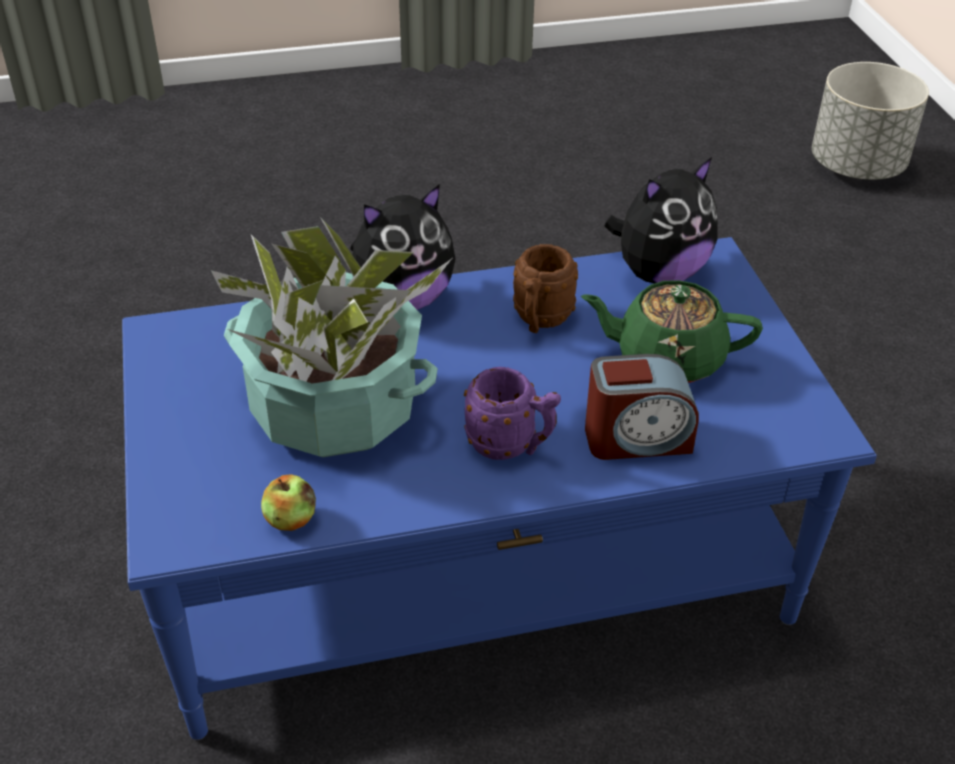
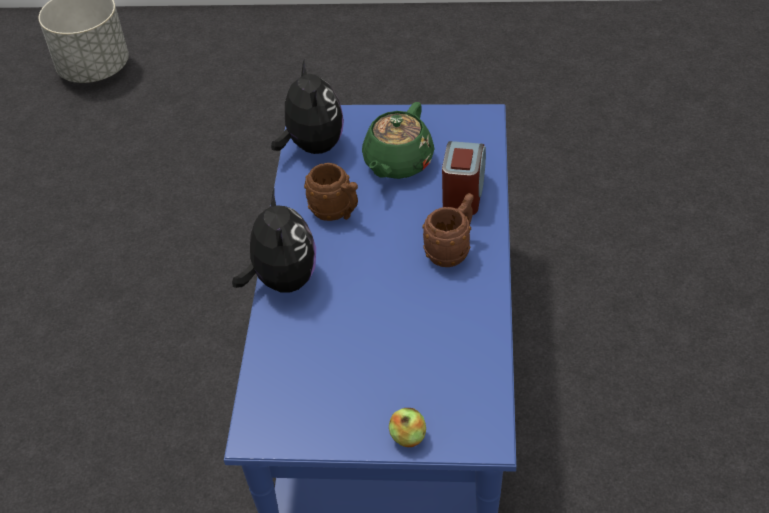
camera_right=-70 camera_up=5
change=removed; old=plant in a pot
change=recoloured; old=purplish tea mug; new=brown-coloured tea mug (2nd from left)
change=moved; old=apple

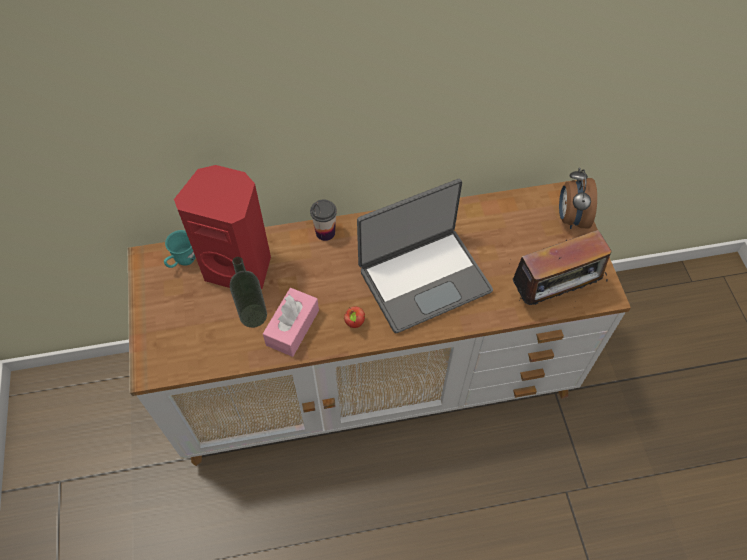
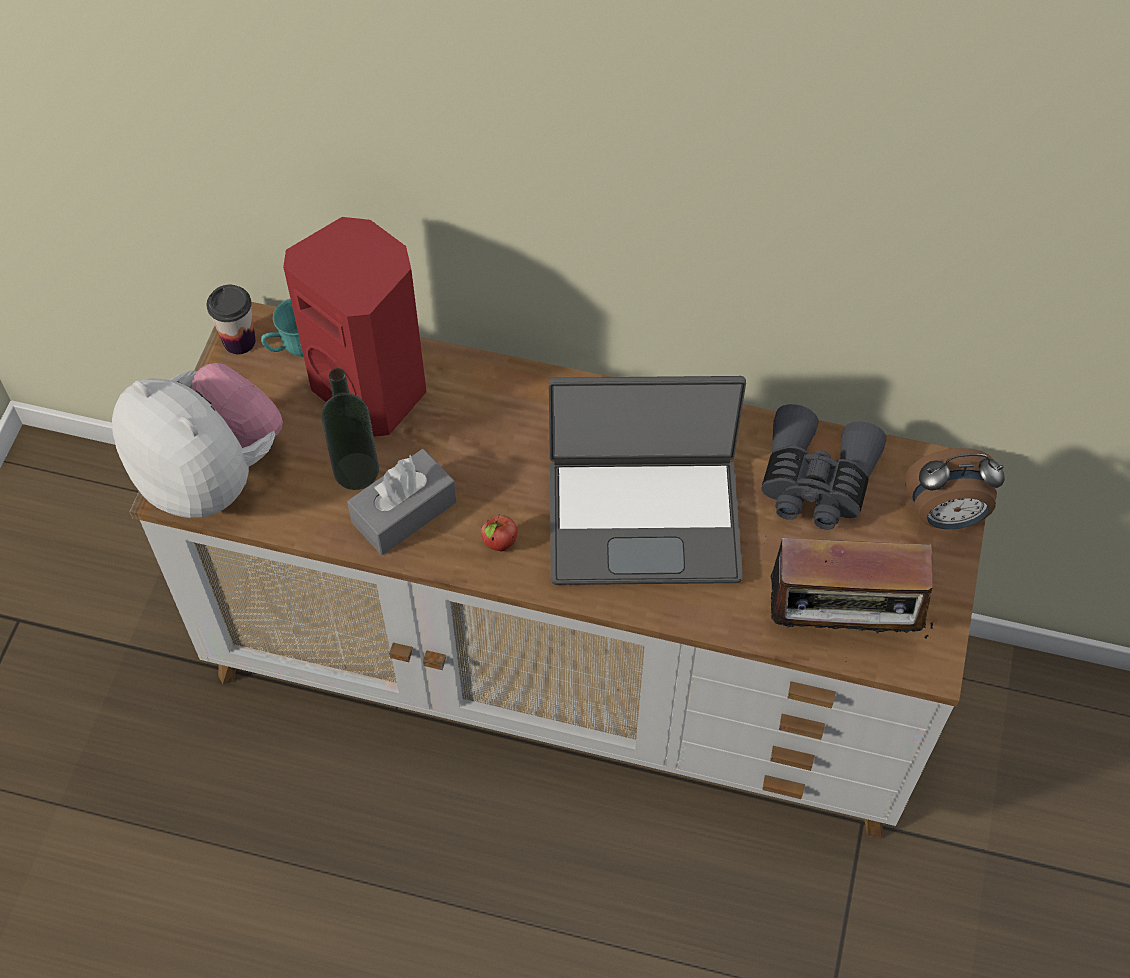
camera_right=25 camera_up=0
change=turned; old=alarm clock; degrees=-120
change=moved; old=small cup
change=recoloured; old=pink tissue holder; new=grey tissue holder
change=added; new=soft toy
change=added; new=grey field glasses

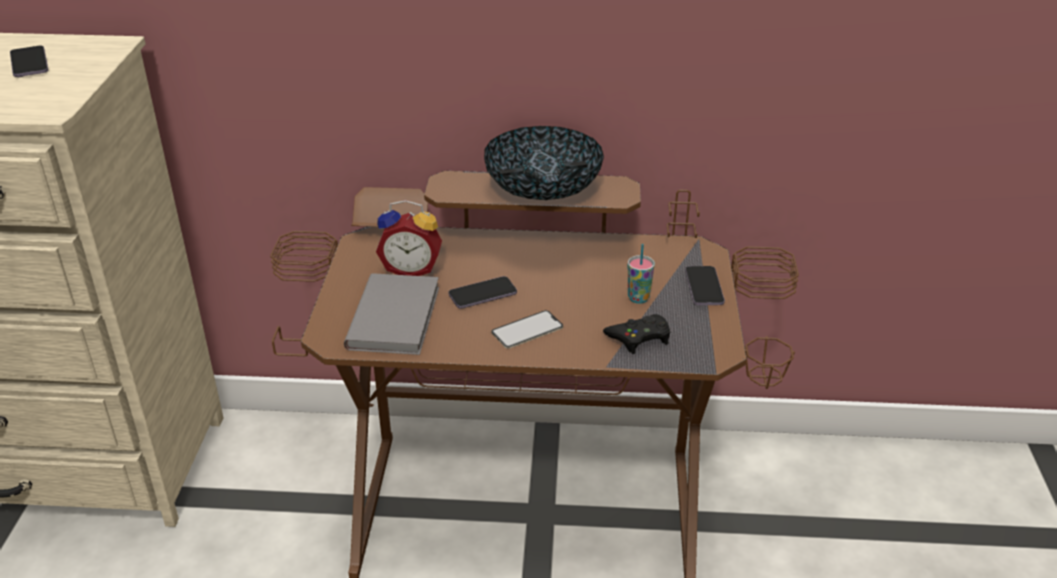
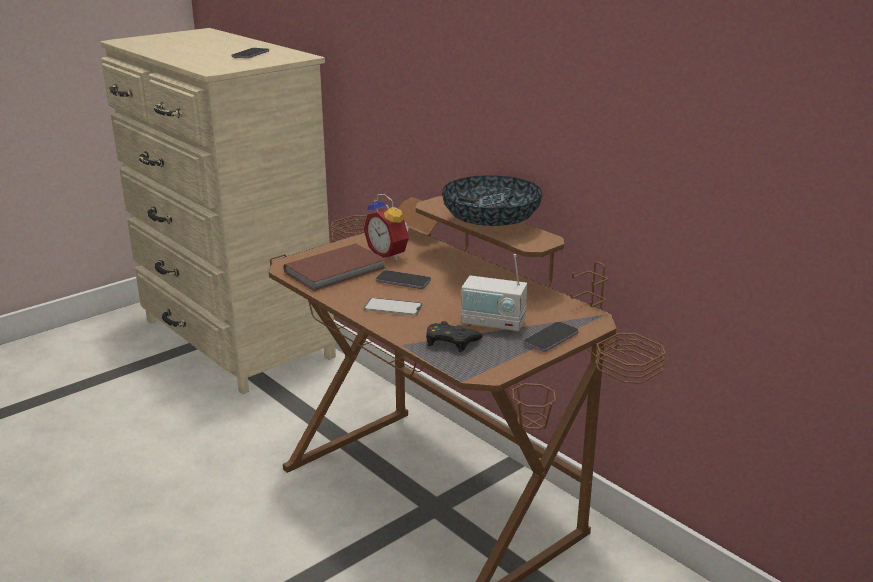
camera_right=45 camera_up=-10
change=replaced; old=small cup; new=radio
change=recoloured; old=grey bound book; new=brown-coloured bound book

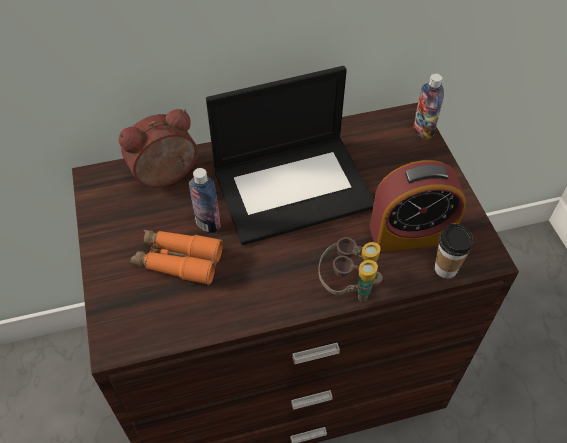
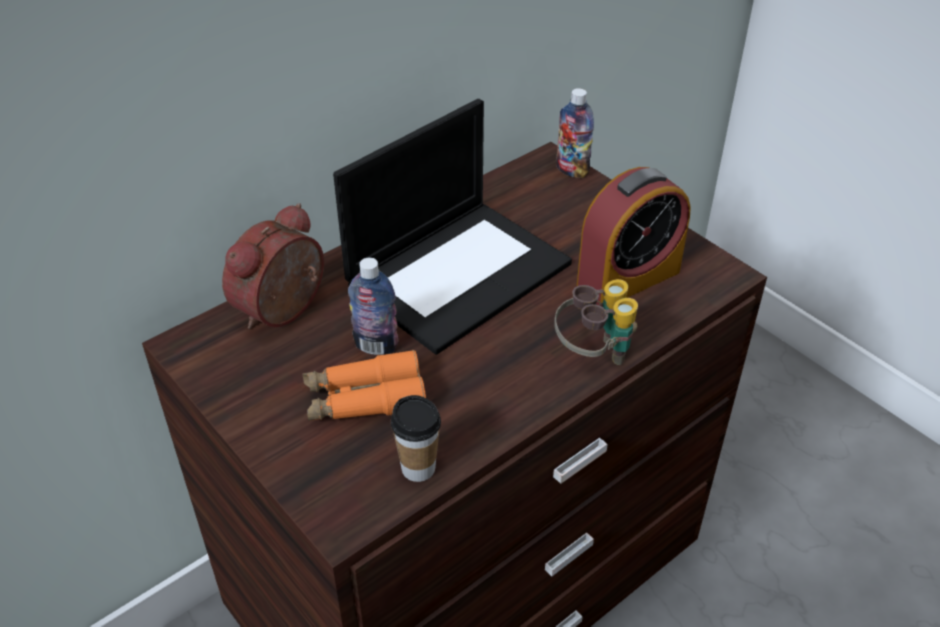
camera_right=-25 camera_up=-10
change=moved; old=small cup

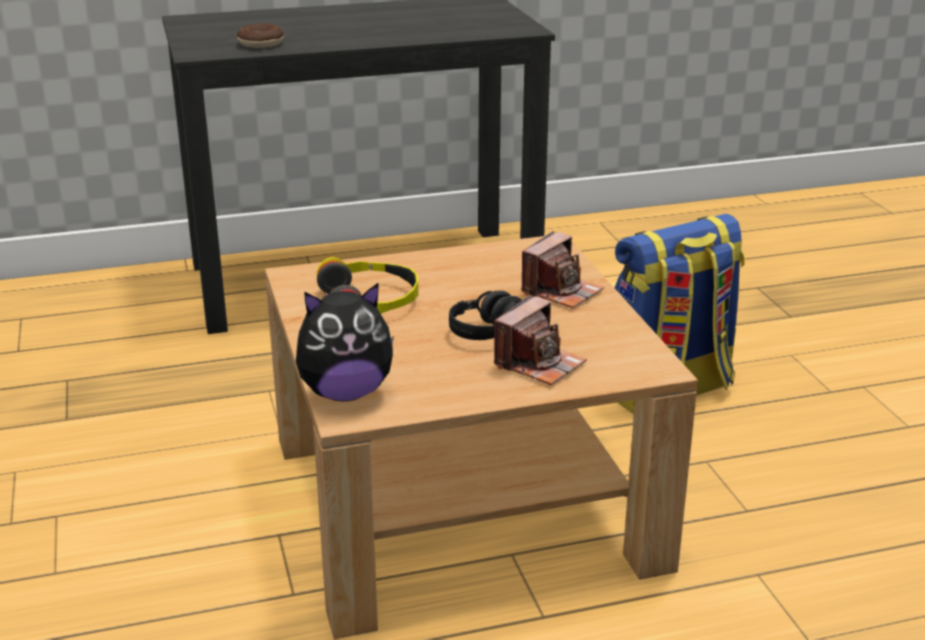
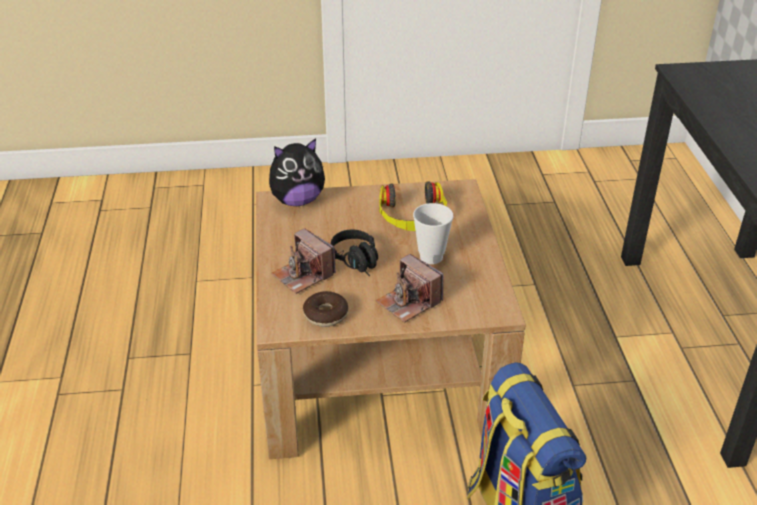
camera_right=100 camera_up=10
change=moved; old=ring doughnut
change=turned; old=soft toy; degrees=-105
change=added; new=small cup

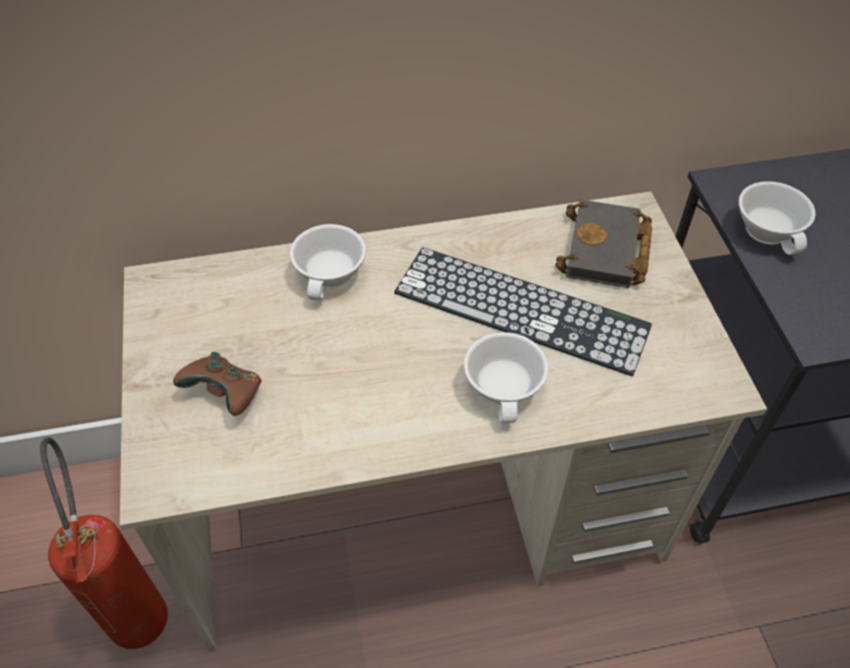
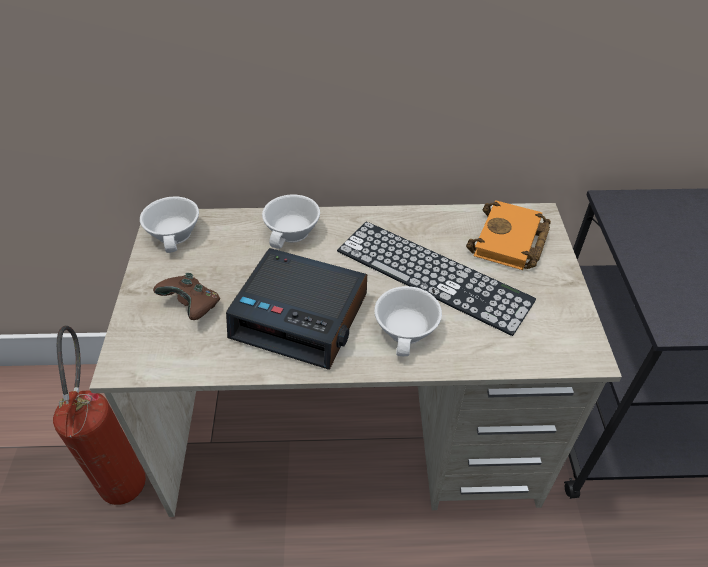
camera_right=10 camera_up=-5
change=moved; old=white small cup (3rd from left in the first image); new=white small cup (1st from left)
change=recoloured; old=black-coloured bound book; new=orangey bound book
change=added; new=alarm clock

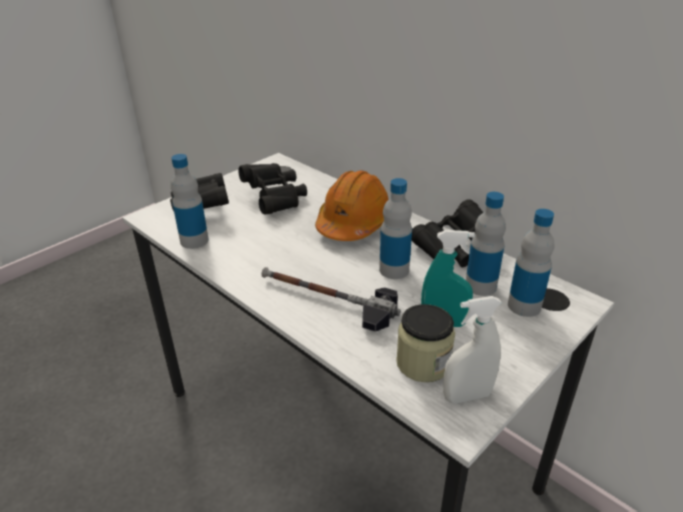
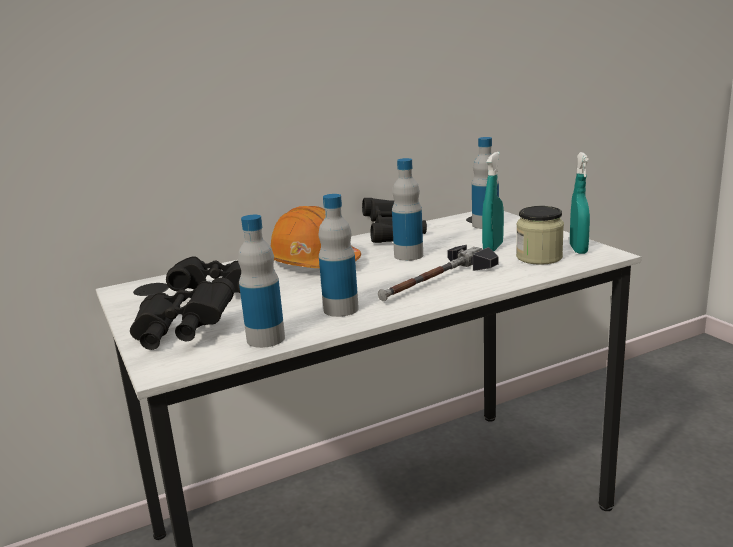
camera_right=-70 camera_up=-15
change=moved; old=beverage bottle (3rd from left in the first image); new=beverage bottle (2nd from left)
change=recoloured; old=white hand sprayer; new=turquoise-coloured hand sprayer (2nd from left)

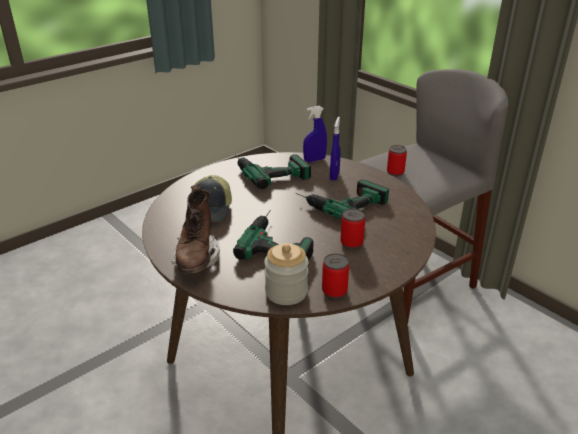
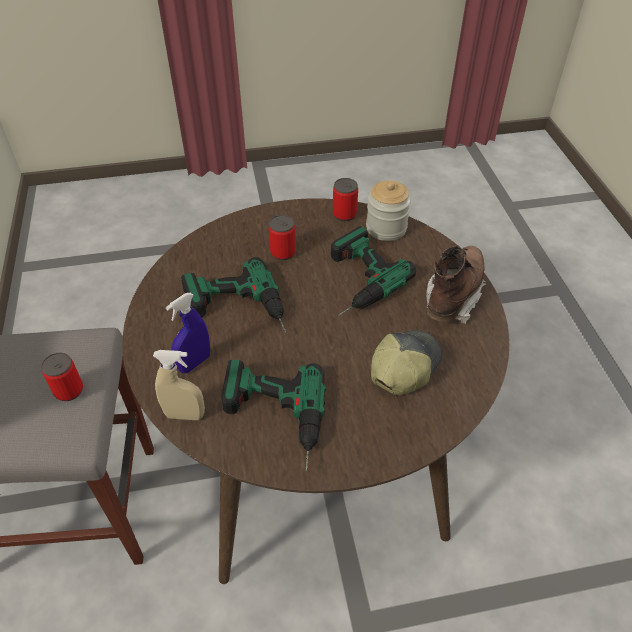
camera_right=-150 camera_up=15
change=recoloured; old=blue hand sprayer (1st from left); new=beige hand sprayer

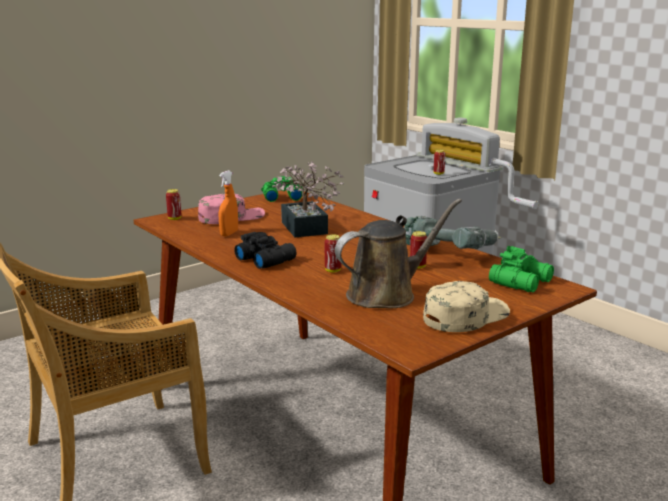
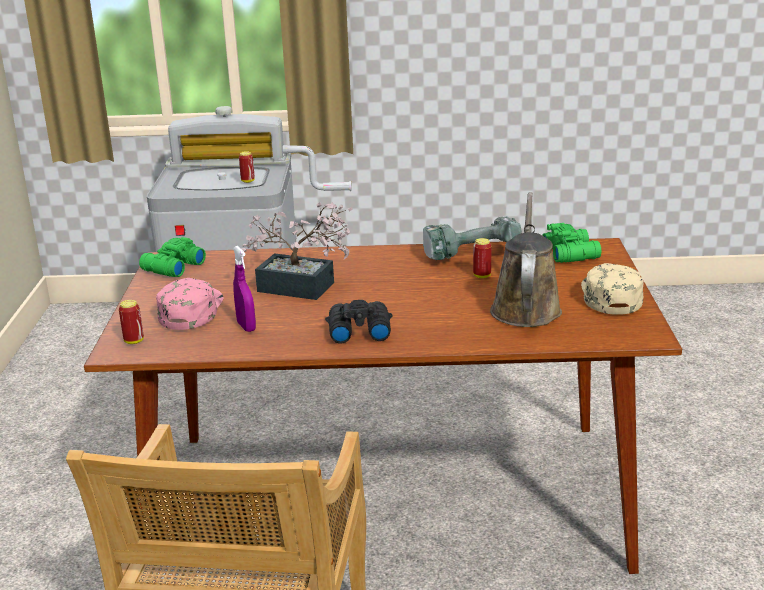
camera_right=-50 camera_up=5
change=recoloured; old=orangey hand sprayer; new=purplish hand sprayer
change=removed; old=sealed can (2nd from left)

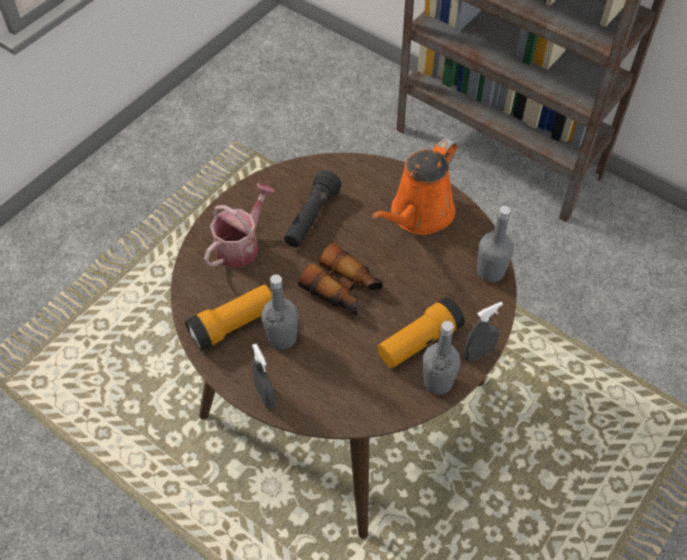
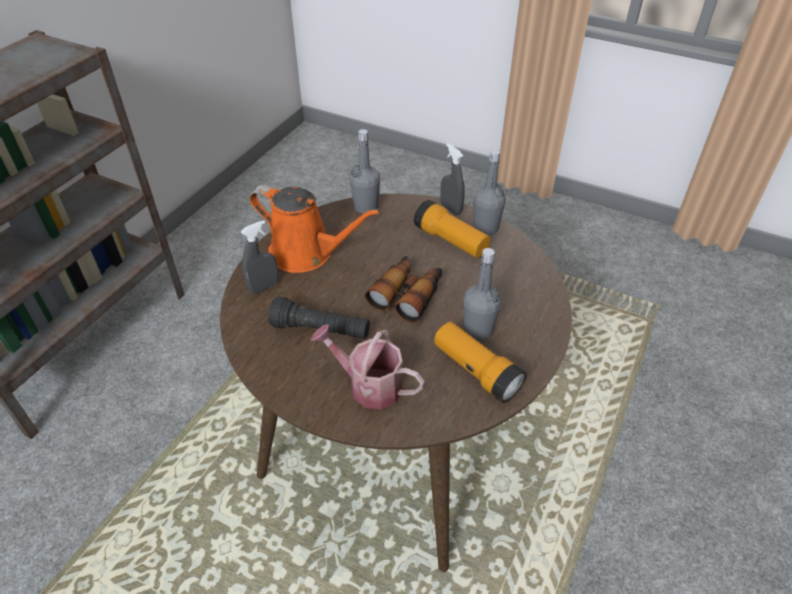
camera_right=-100 camera_up=-10
change=moved; old=grey hand sprayer (1st from left)

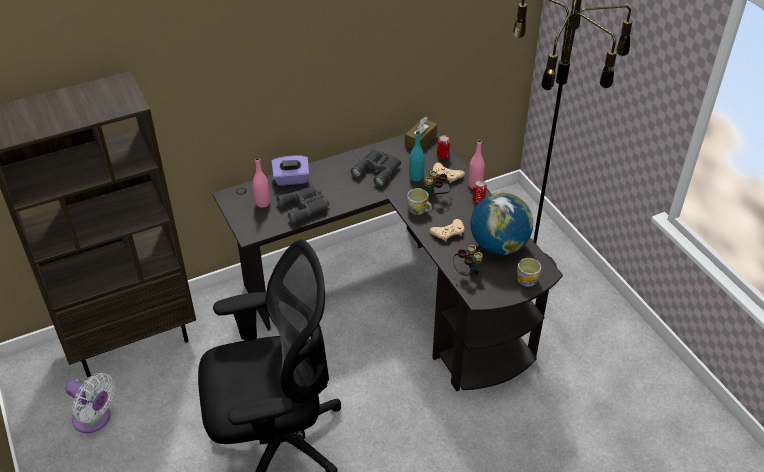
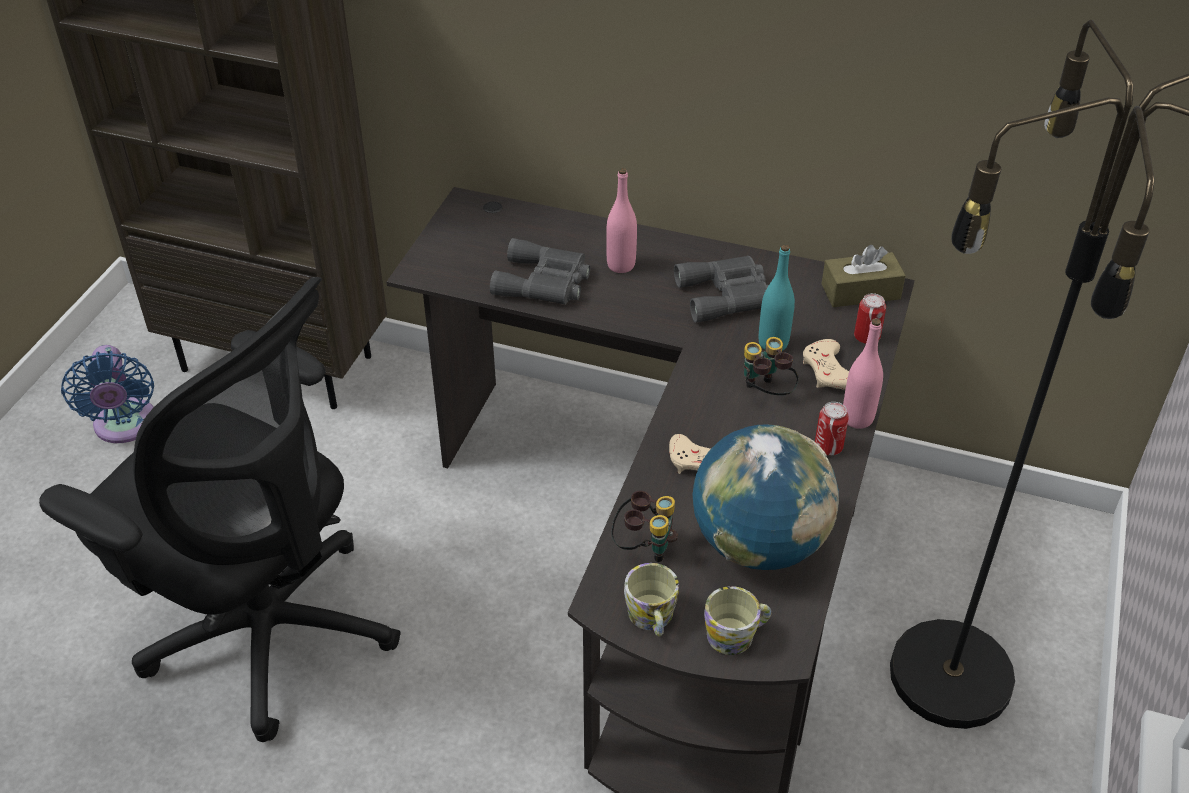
camera_right=45 camera_up=0
change=removed; old=purplish tissue holder
change=moved; old=pink beverage bottle (1st from left)
change=moved; old=tea mug (1st from left)
change=recoloured; old=white cooling fan; new=blue cooling fan

